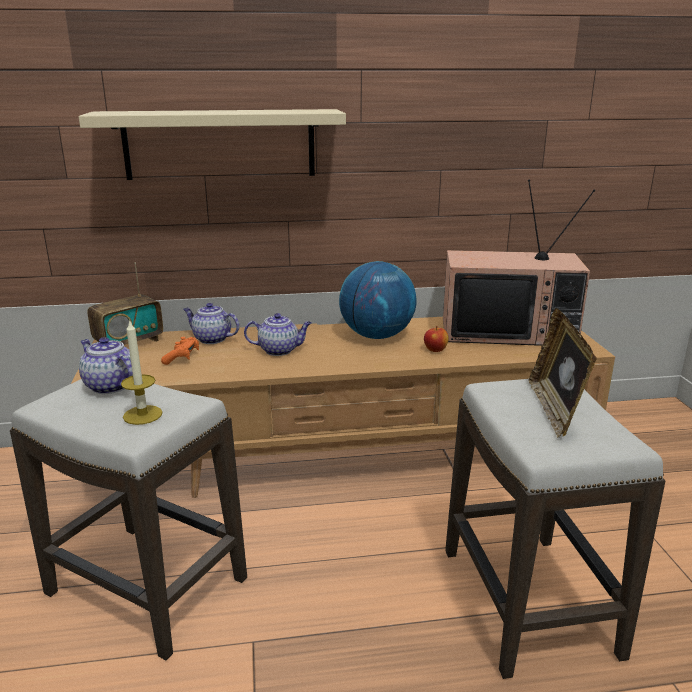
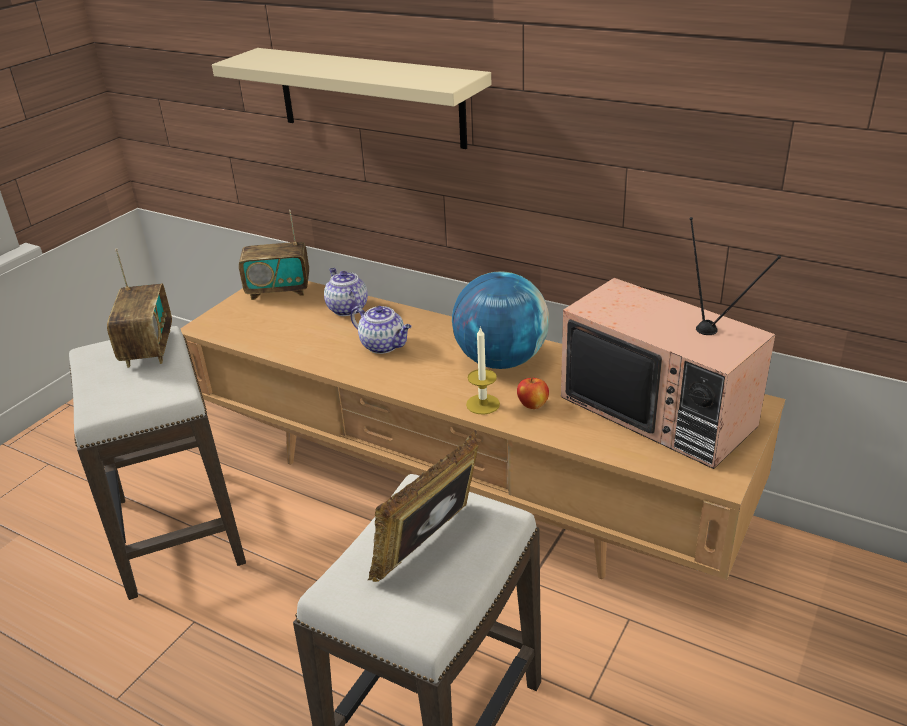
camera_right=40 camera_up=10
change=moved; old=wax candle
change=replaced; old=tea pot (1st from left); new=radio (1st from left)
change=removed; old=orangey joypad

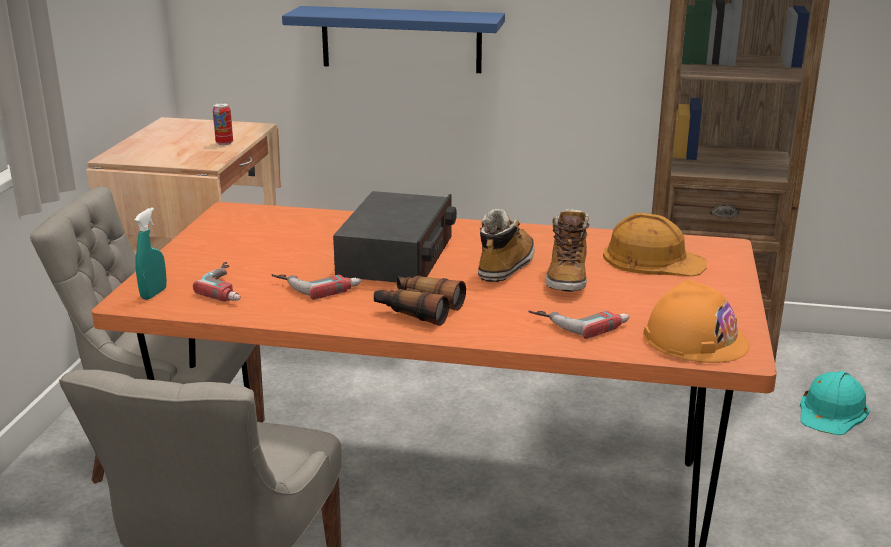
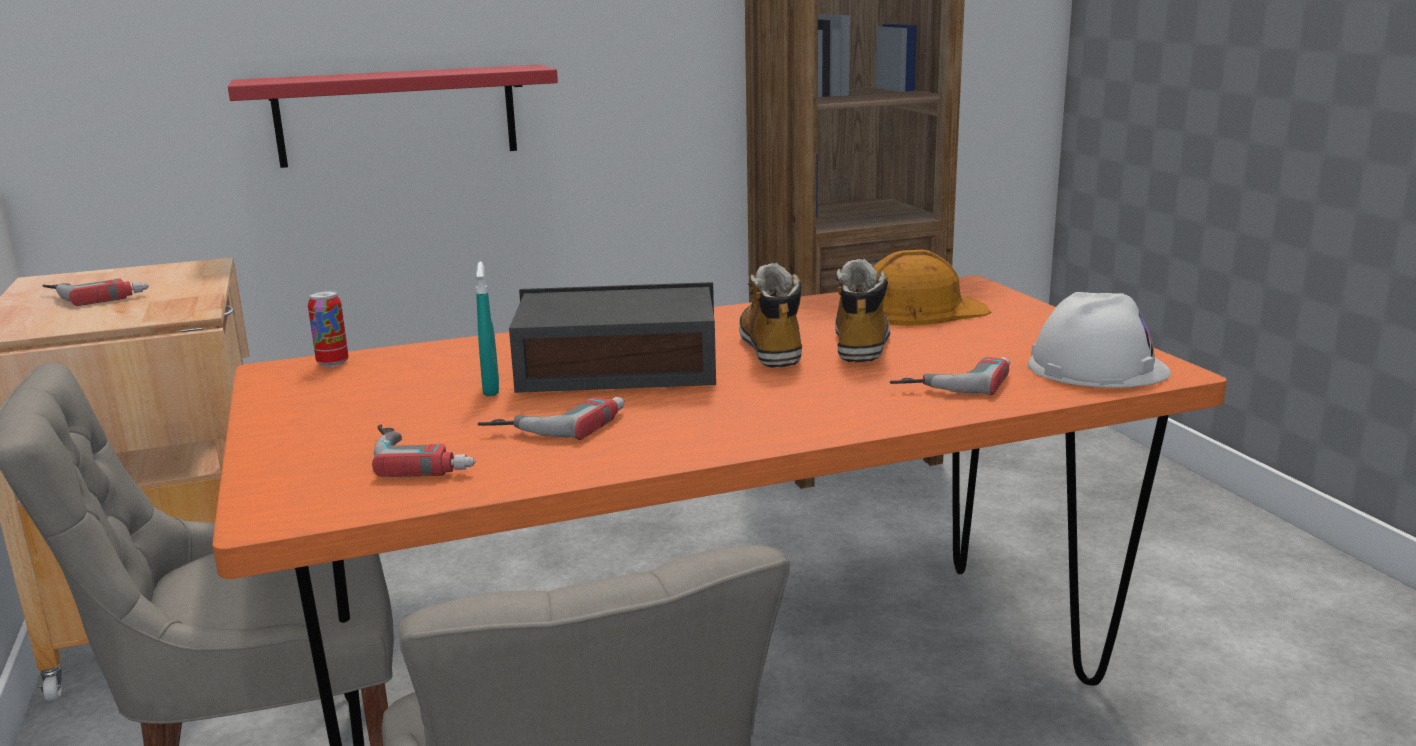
camera_right=-30 camera_up=-5
change=recoloured; old=blue wall shelf; new=red-coloured wall shelf
change=moved; old=sealed can
change=turned; old=radio; degrees=-75
change=moved; old=turquoise-coloured hand sprayer
change=turned; old=high-top boot (2nd from left); degrees=-150
change=removed; old=field glasses
change=recoloured; old=orangey safety helmet (2nd from left); new=white safety helmet
change=removed; old=turquoise-coloured safety helmet
change=added; new=drill (1st from left)

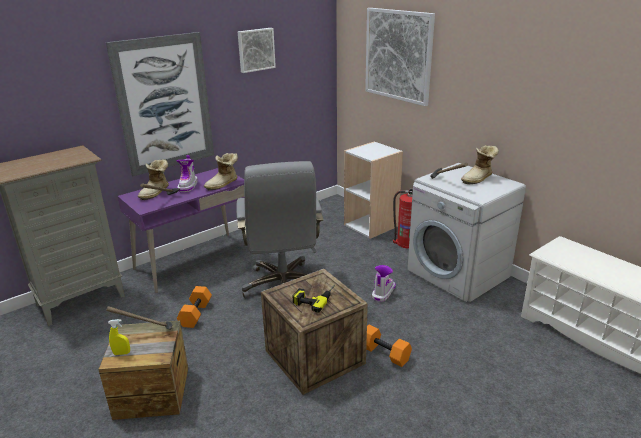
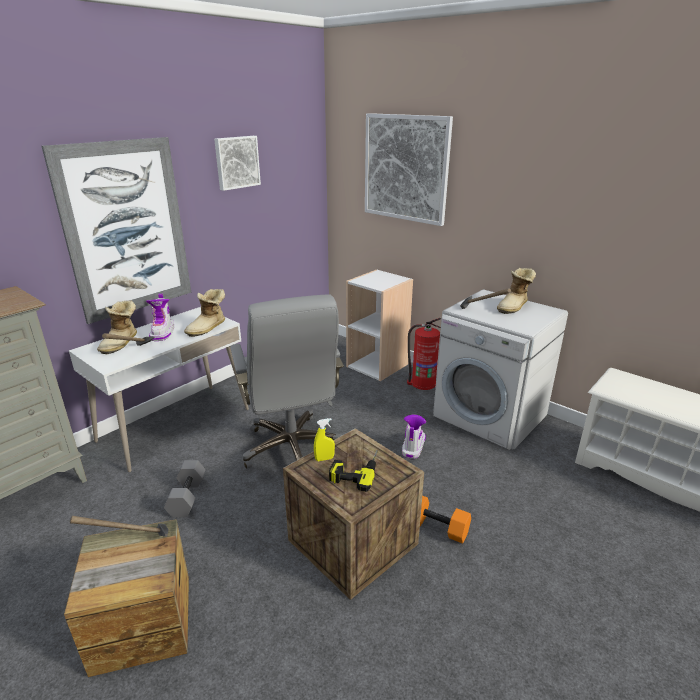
camera_right=-10 camera_up=0
change=recoloured; old=purplish desk unit; new=white desk unit
change=recoloured; old=orangey free weight (1st from left); new=grey free weight
change=moved; old=yellowish hand sprayer

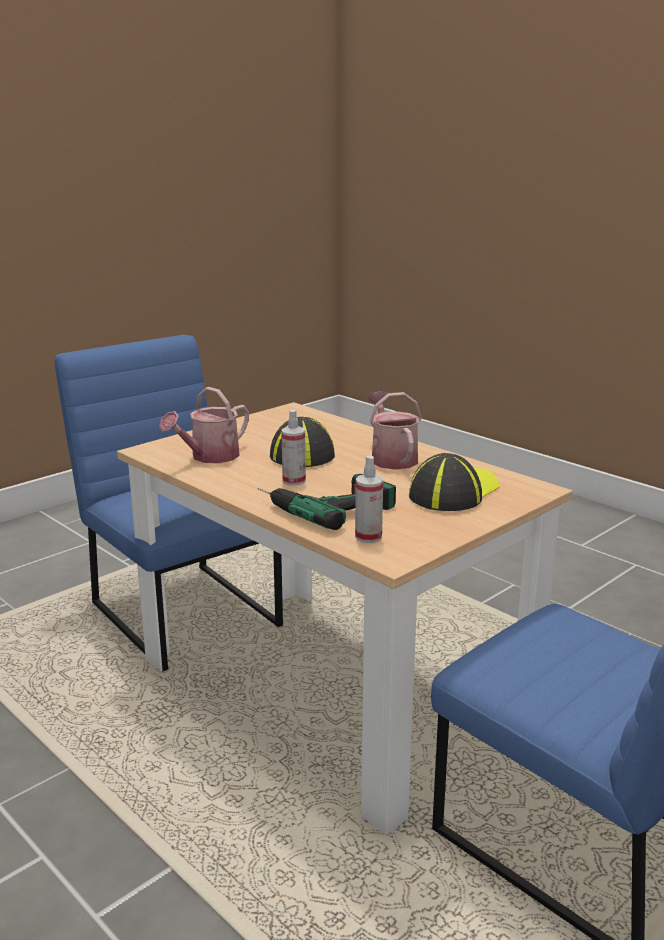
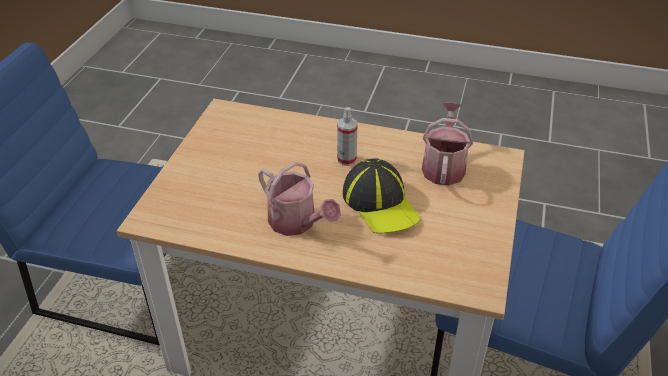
camera_right=150 camera_up=20
change=removed; old=cap (2nd from left)
change=removed; old=hand sprayer (2nd from left)
change=removed; old=drill

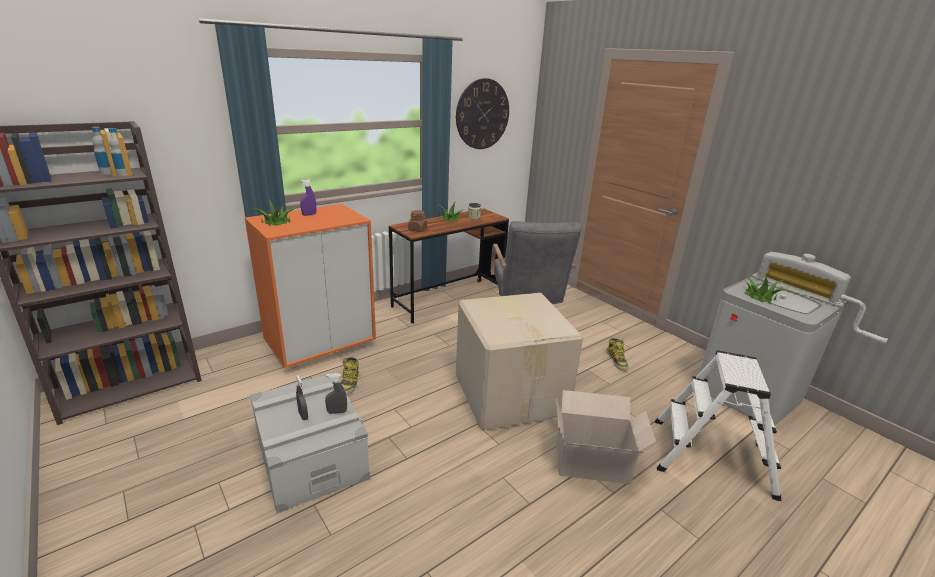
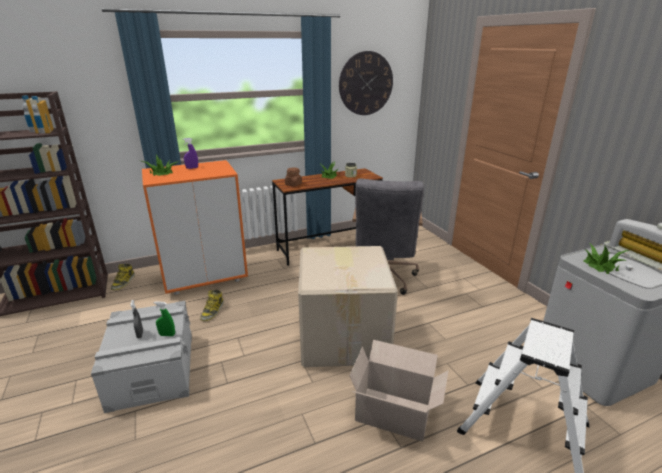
camera_right=15 camera_up=0
change=moved; old=high-top boot (2nd from left in the first image); new=high-top boot (1st from left)
change=recoloured; old=grey hand sprayer (2nd from left); new=green hand sprayer

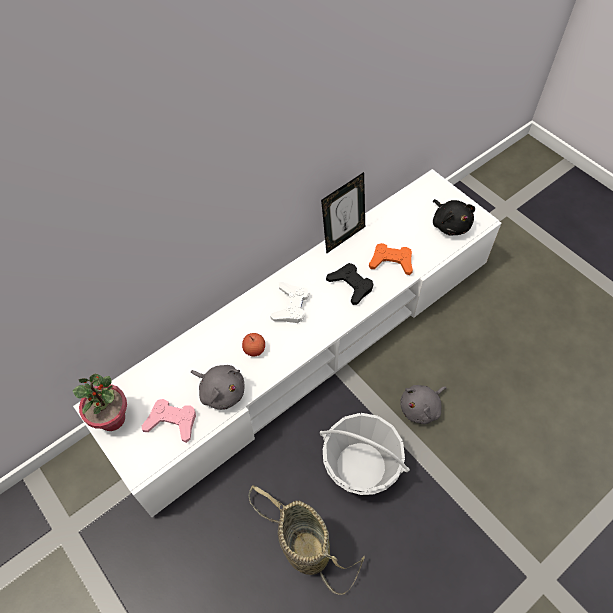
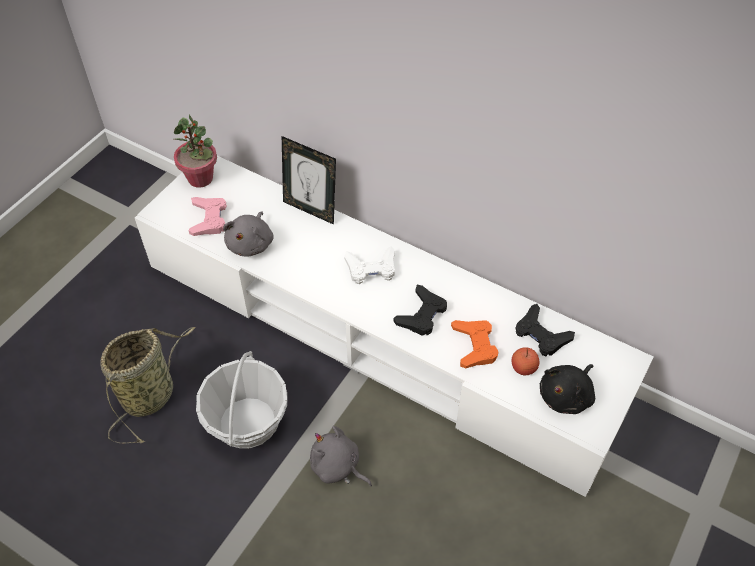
camera_right=70 camera_up=-5
change=moved; old=standing frame
change=moved; old=apple
change=added; new=black-coloured joypad (2nd from left)

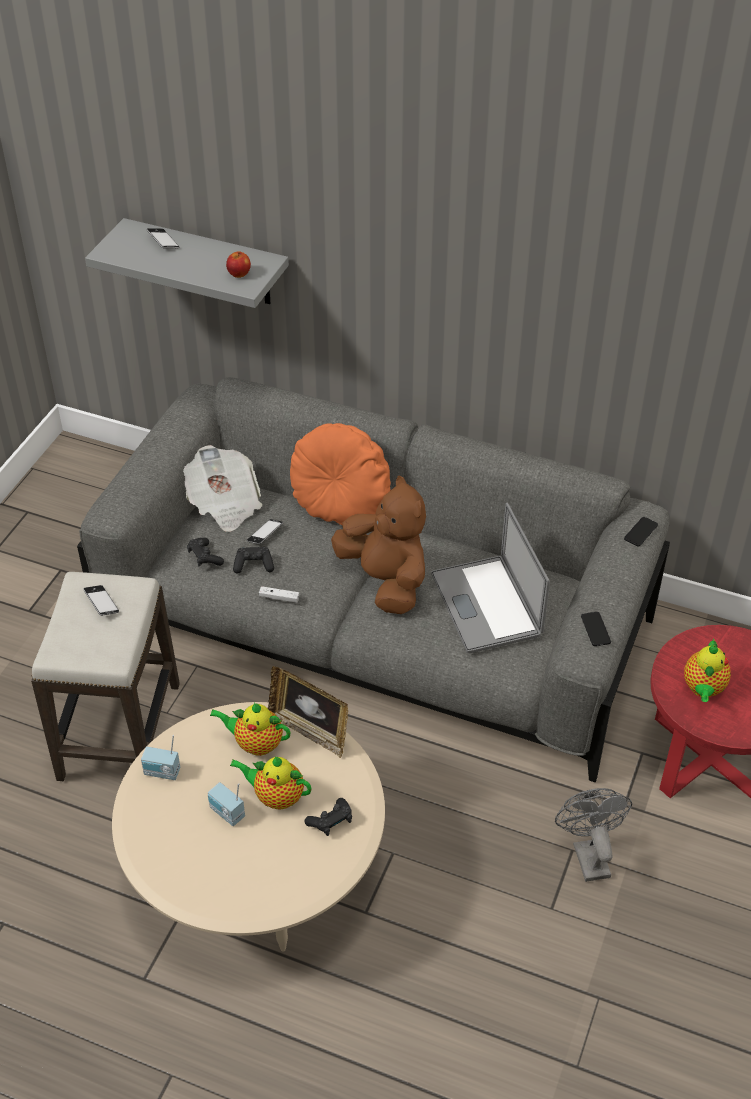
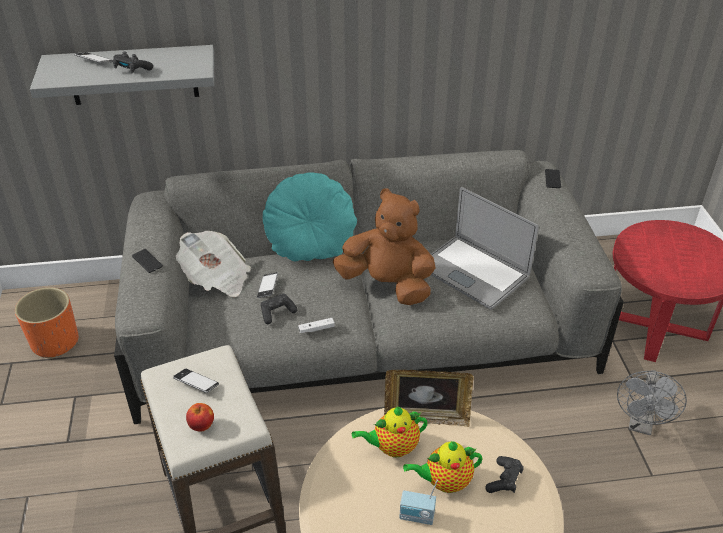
camera_right=-30 camera_up=-5
change=moved; old=apple
change=recoloured; old=orangey cushion; new=turquoise-coloured cushion
change=moved; old=black-coloured joypad (1st from left)
change=moved; old=handset (4th from left in the first image); new=handset (2nd from left)
change=removed; old=tea pot (3rd from left)
change=removed; old=radio (1st from left)
change=turned; old=grey cooling fan; degrees=-120
change=added; new=orangey plant pot

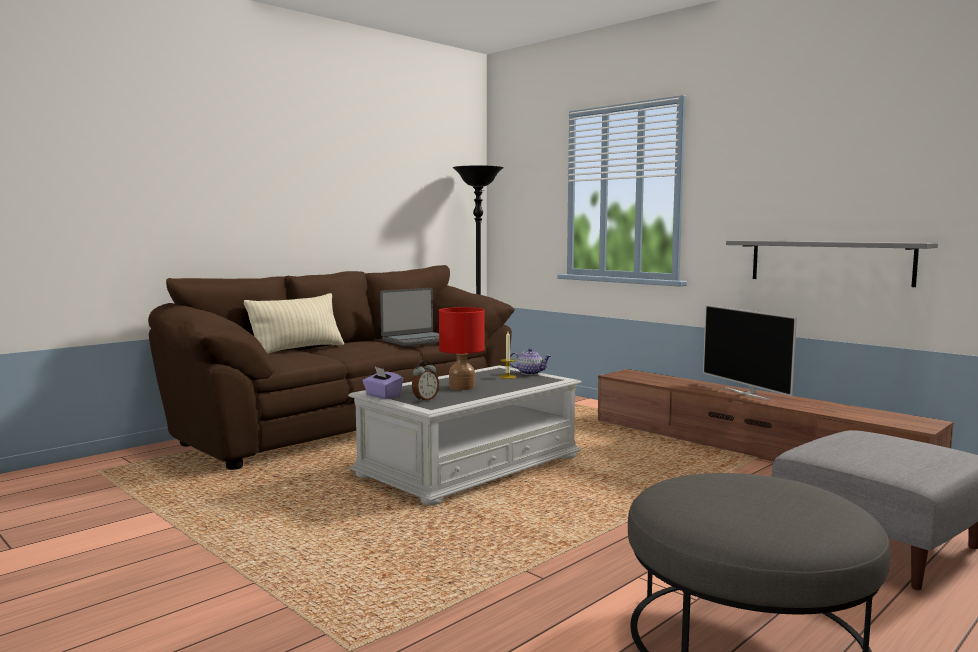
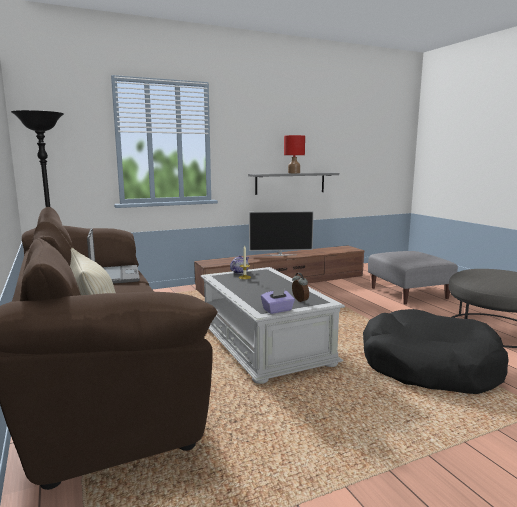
camera_right=-70 camera_up=5
change=moved; old=red-coloured tabletop lamp
change=added; new=black-coloured pet bed

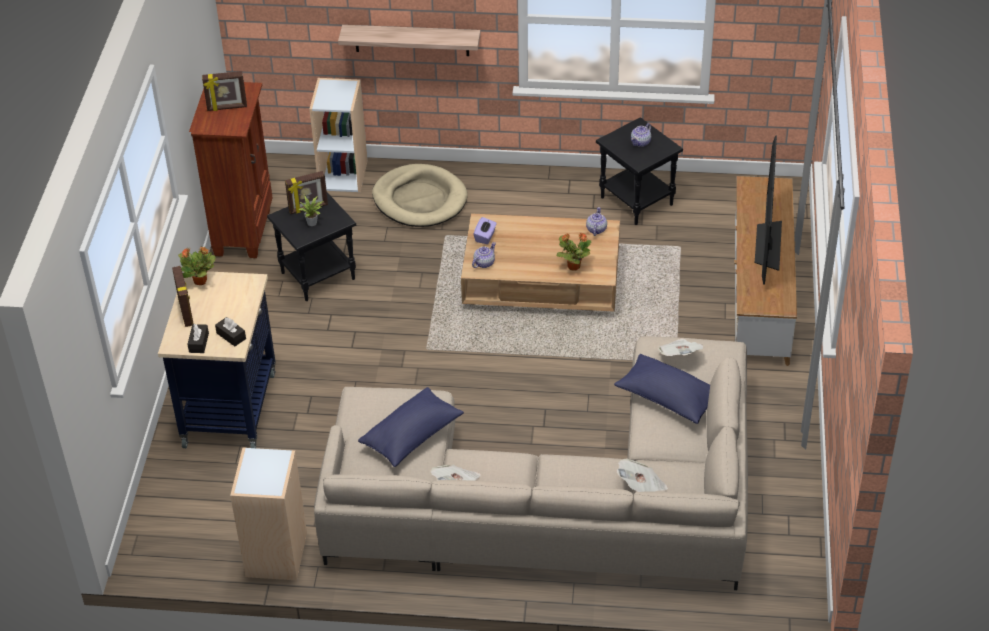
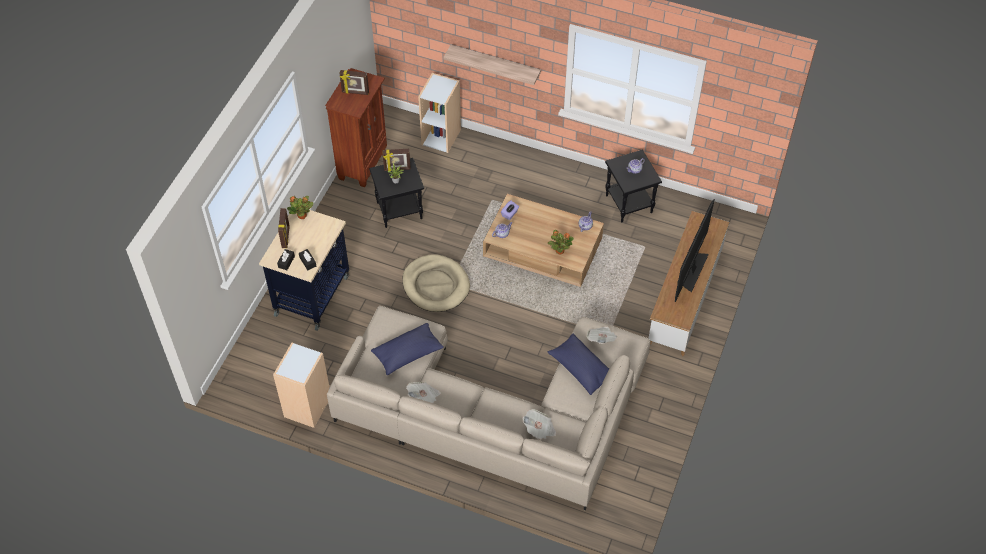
camera_right=15 camera_up=10
change=moved; old=beige pet bed

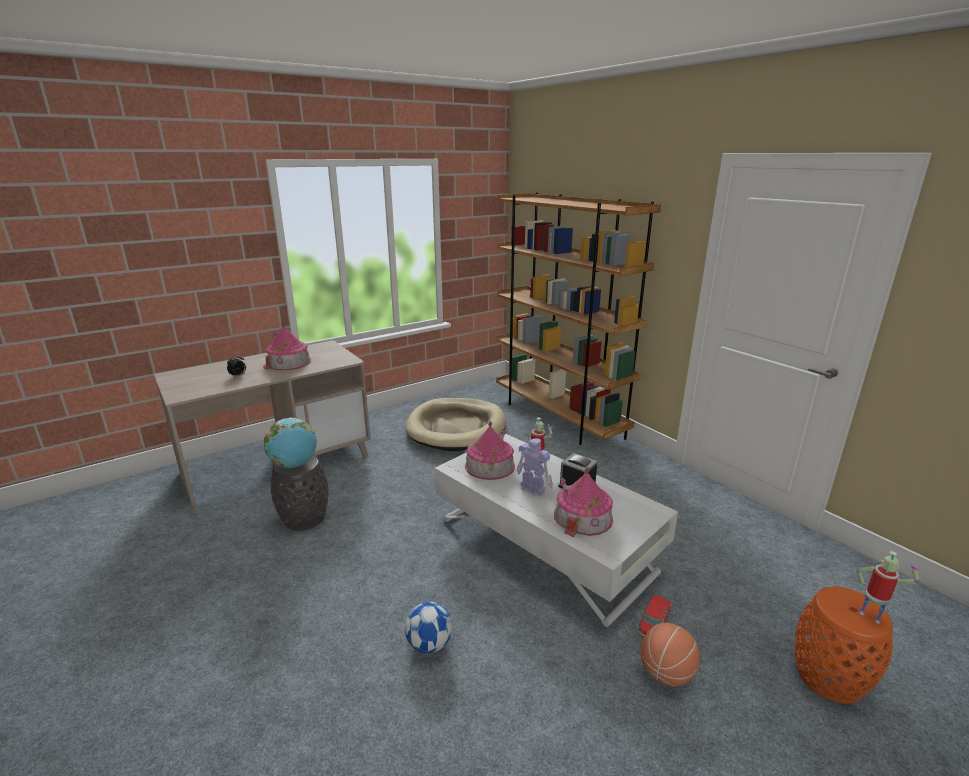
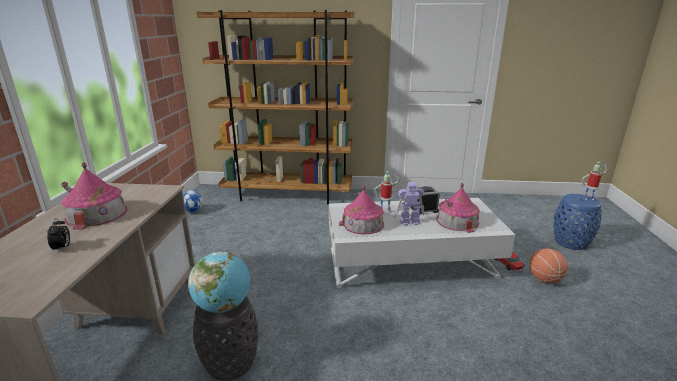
camera_right=-50 camera_up=0
change=removed; old=beige pet bed
change=recoloured; old=orangey stool seat; new=blue stool seat
change=moved; old=ball for football

